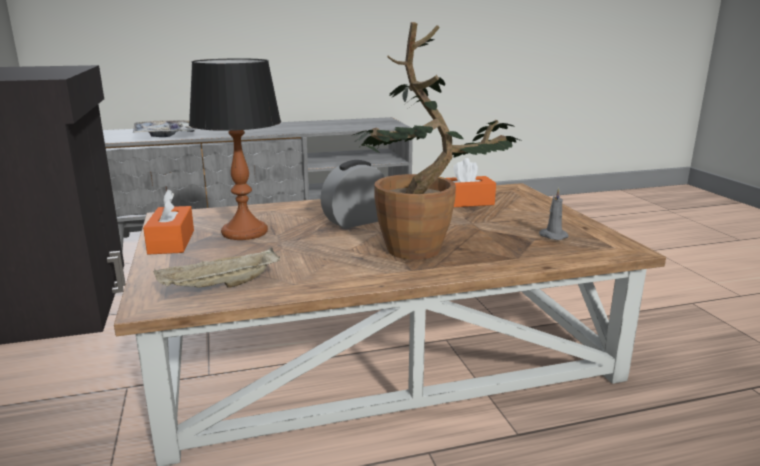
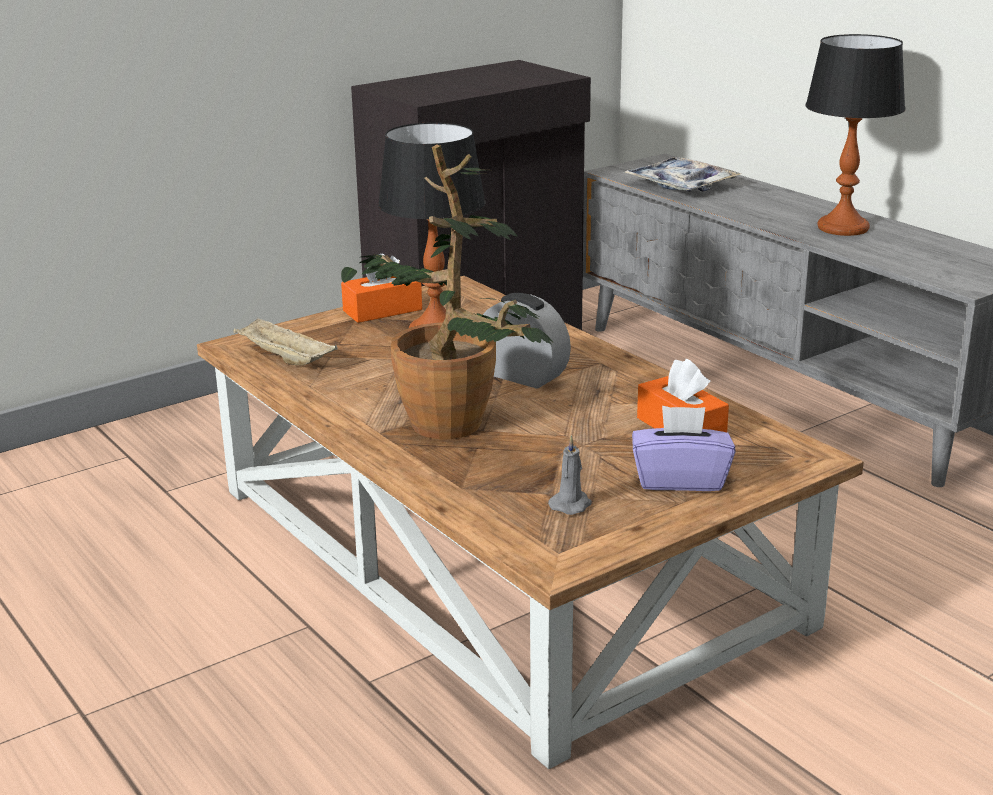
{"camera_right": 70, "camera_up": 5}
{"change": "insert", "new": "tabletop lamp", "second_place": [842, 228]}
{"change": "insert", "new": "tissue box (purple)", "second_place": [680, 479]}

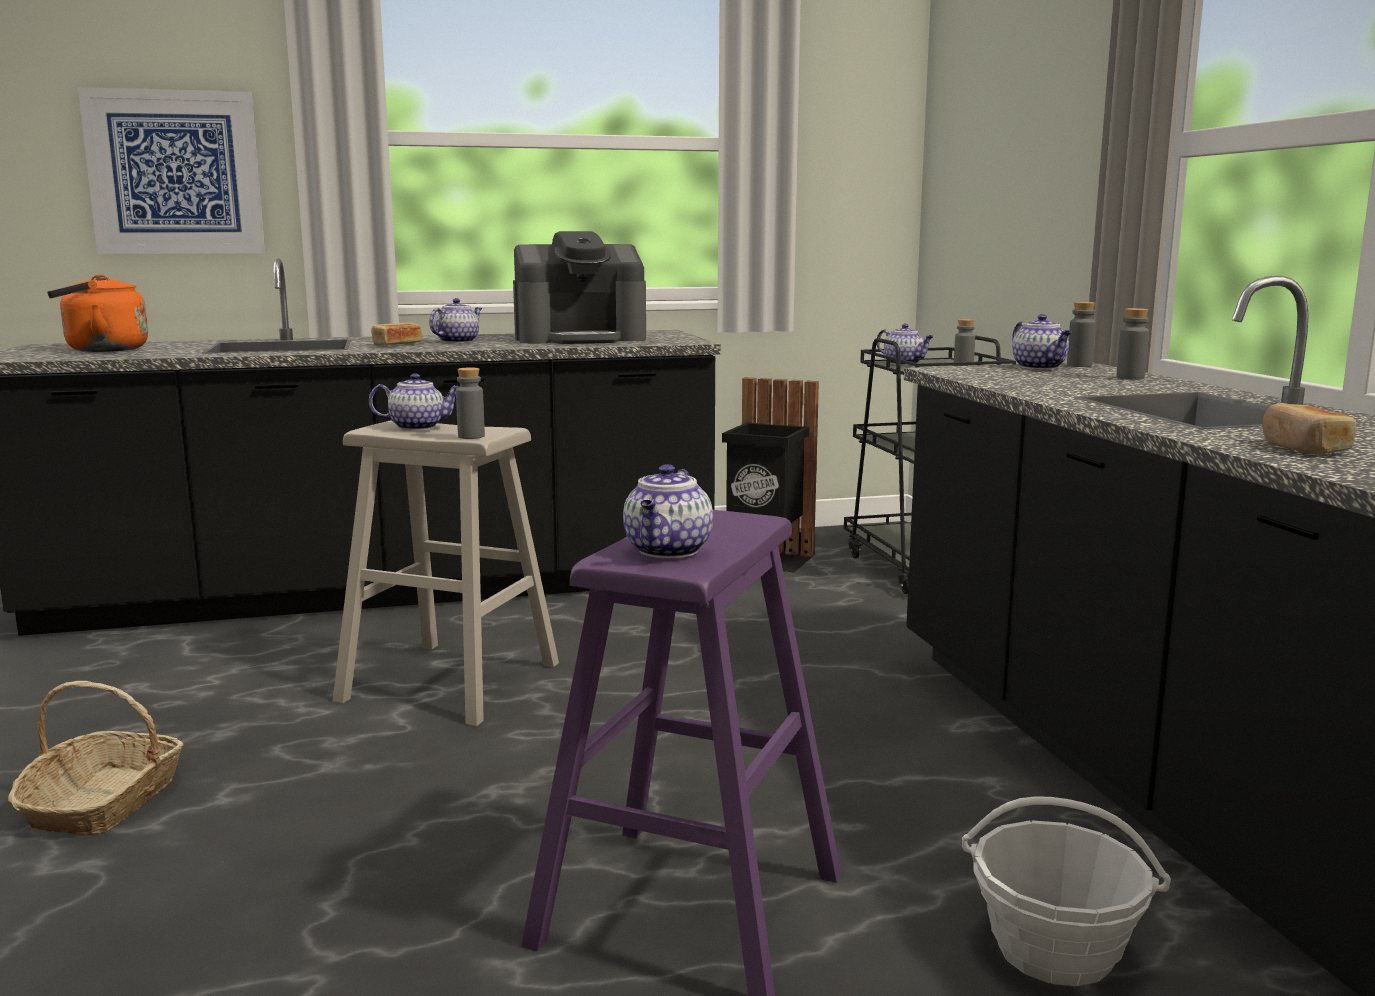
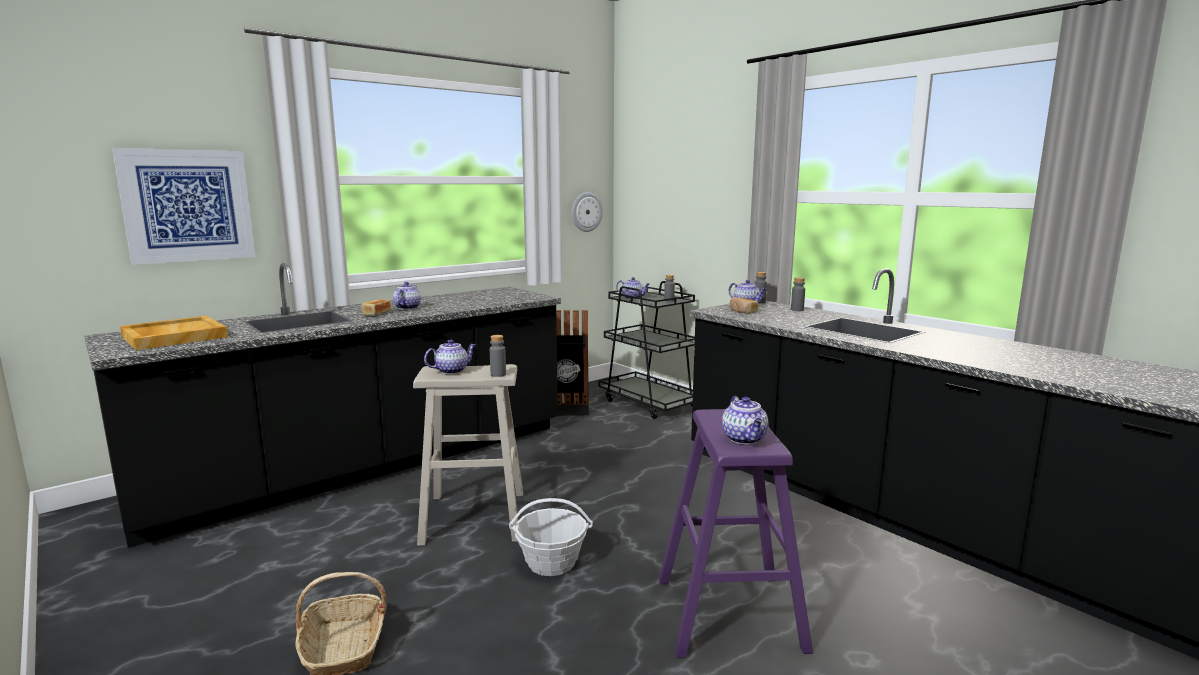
{"camera_right": -25, "camera_up": 0}
{"change": "delete", "old": "coffee maker", "first_place": [580, 338]}
{"change": "replace", "old": "tea kettle (orangey)", "new": "tray (sand-coloured)", "first_place": [101, 350], "second_place": [173, 336]}
{"change": "move", "old": "bakery bread", "first_place": [1302, 448], "second_place": [743, 311]}
{"change": "move", "old": "storage basket", "first_place": [1054, 950], "second_place": [551, 562]}
{"change": "insert", "new": "hanging clock", "second_place": [586, 212]}

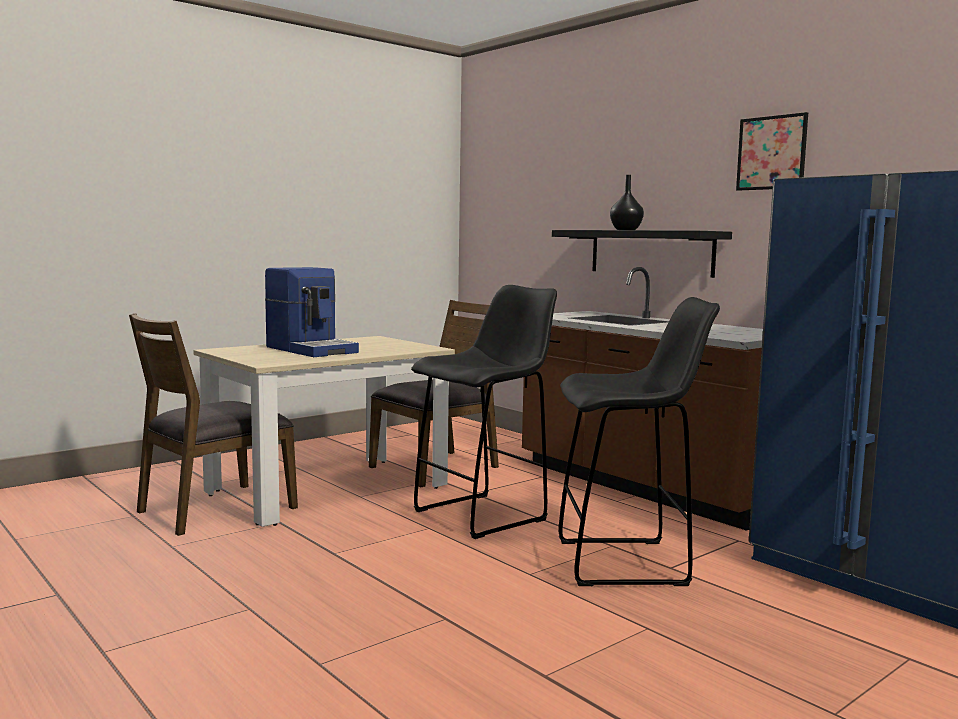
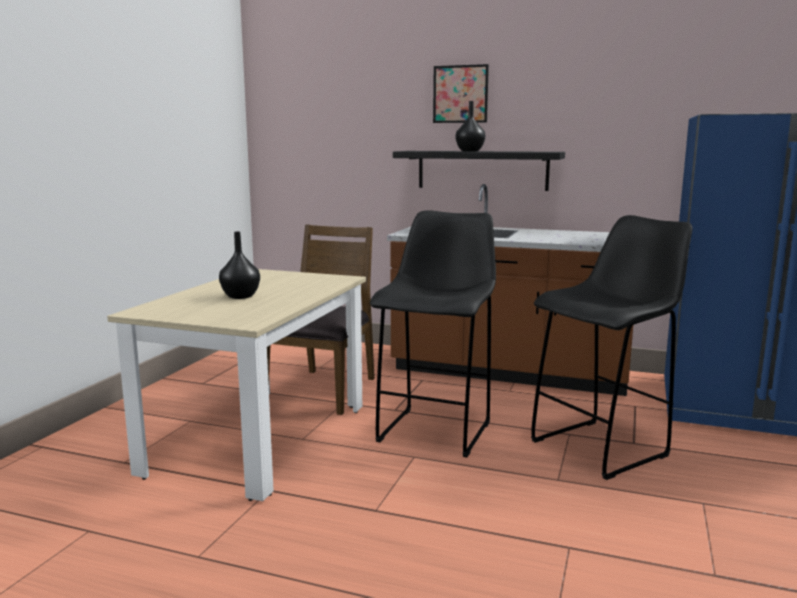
{"camera_right": -30, "camera_up": 5}
{"change": "move", "old": "picture", "first_place": [771, 153], "second_place": [460, 94]}
{"change": "replace", "old": "coffee maker", "new": "vase (black-coloured)", "first_place": [312, 349], "second_place": [240, 296]}
{"change": "delete", "old": "chair (brownish)", "first_place": [215, 509]}

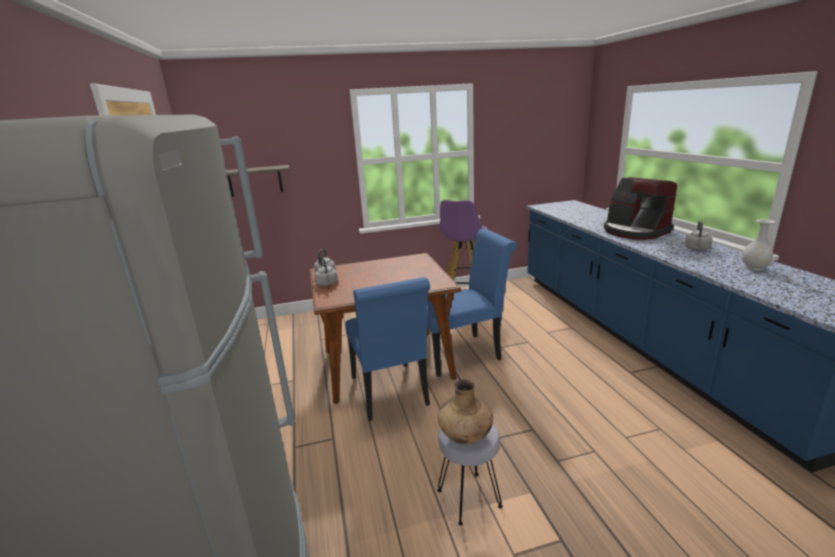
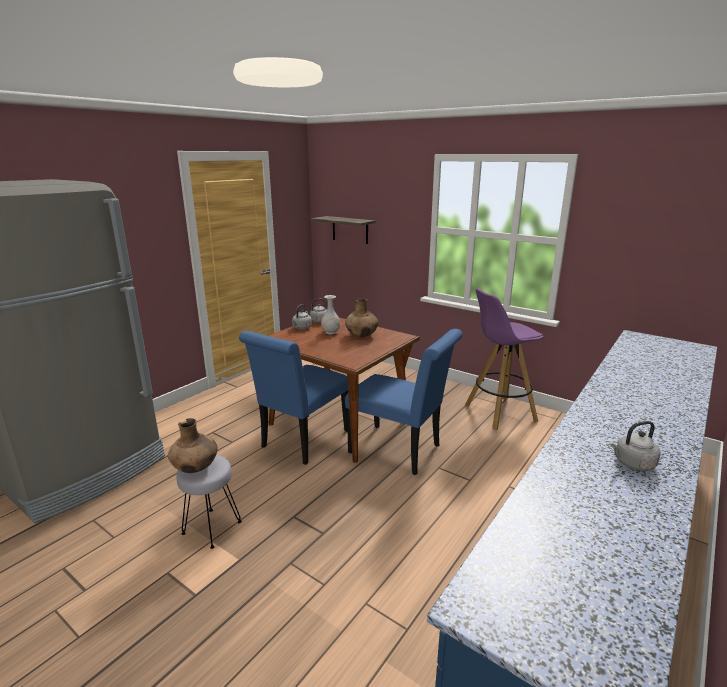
{"camera_right": 50, "camera_up": 0}
{"change": "delete", "old": "coffee maker", "first_place": [635, 231]}
{"change": "move", "old": "vase (white-coloured)", "first_place": [754, 268], "second_place": [331, 332]}
{"change": "insert", "new": "vase (brownish)", "second_place": [362, 335]}

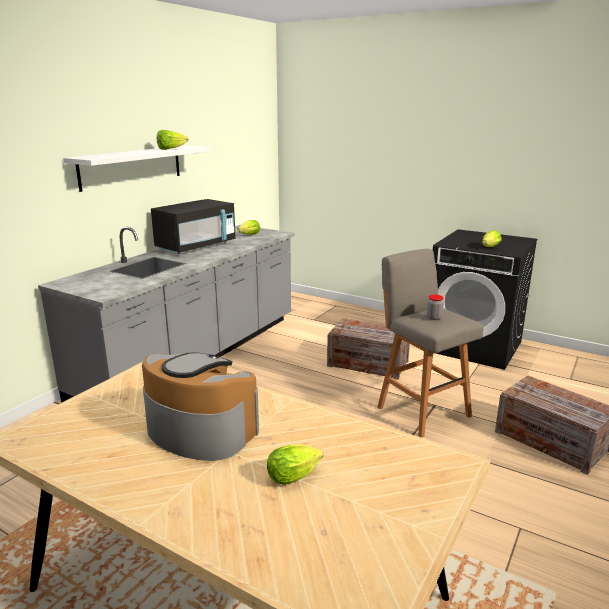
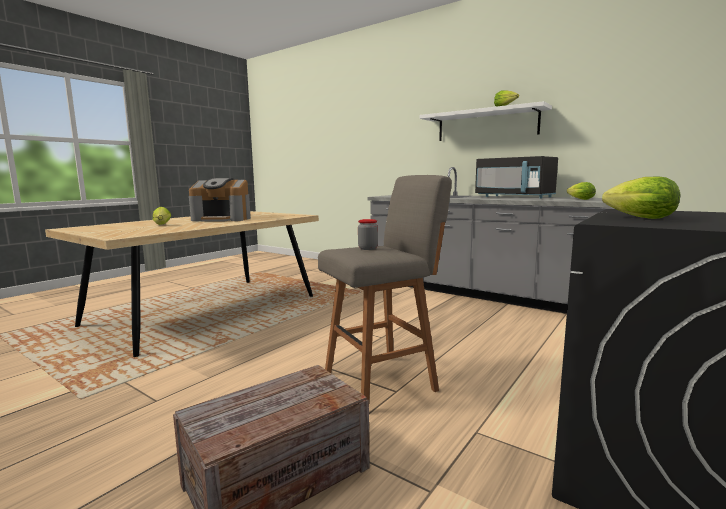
{"camera_right": 95, "camera_up": -10}
{"change": "delete", "old": "packing crate", "first_place": [368, 363]}
{"change": "rotate", "old": "coffee maker", "first_place": [200, 431], "second_place": [222, 219], "degrees": 60}

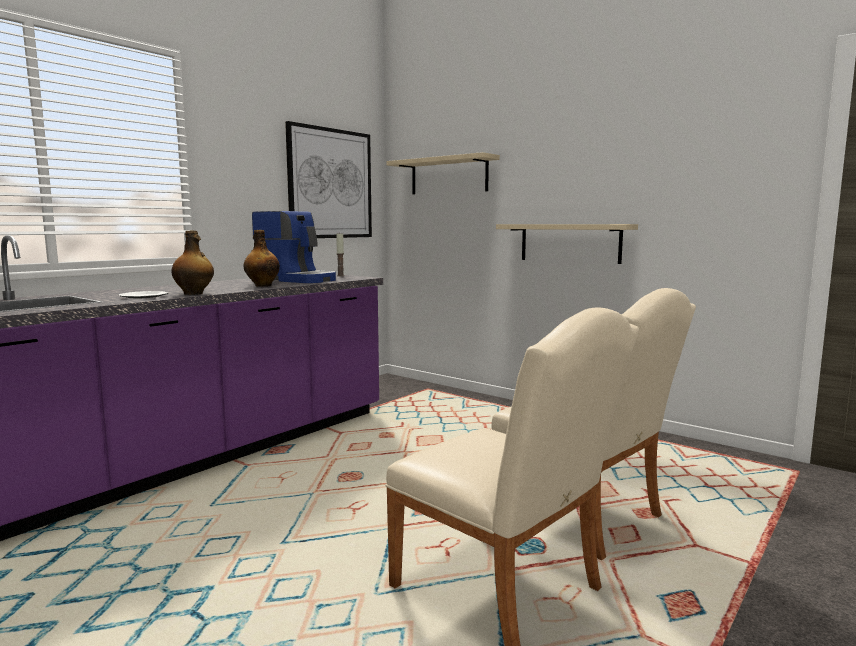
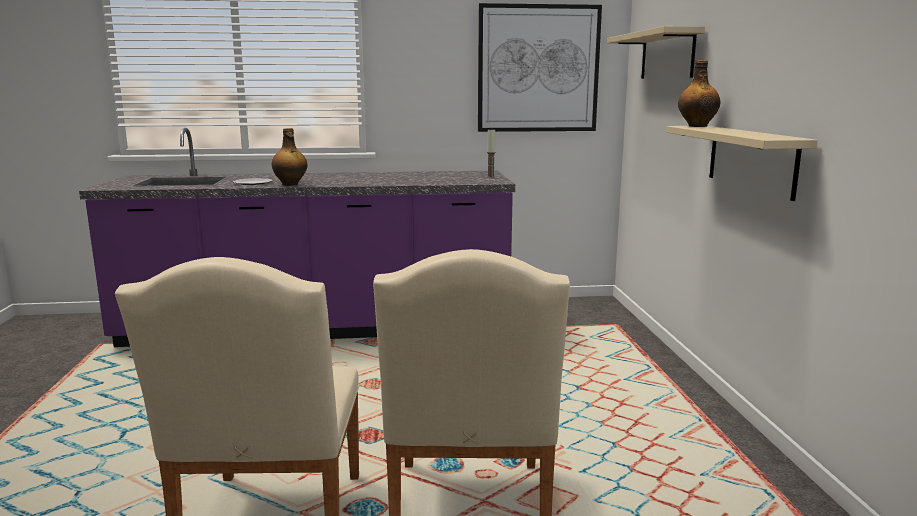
{"camera_right": 45, "camera_up": 5}
{"change": "delete", "old": "coffee maker", "first_place": [297, 279]}
{"change": "move", "old": "beverage bottle", "first_place": [262, 285], "second_place": [697, 126]}

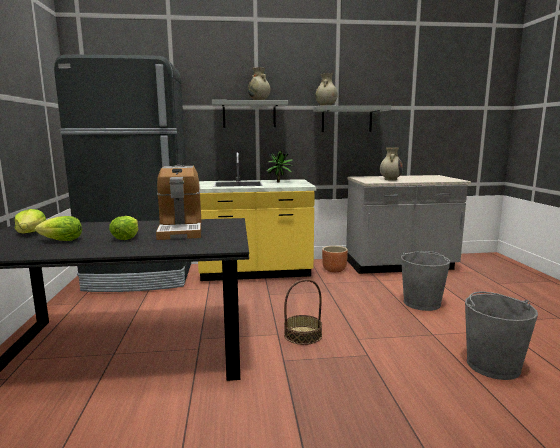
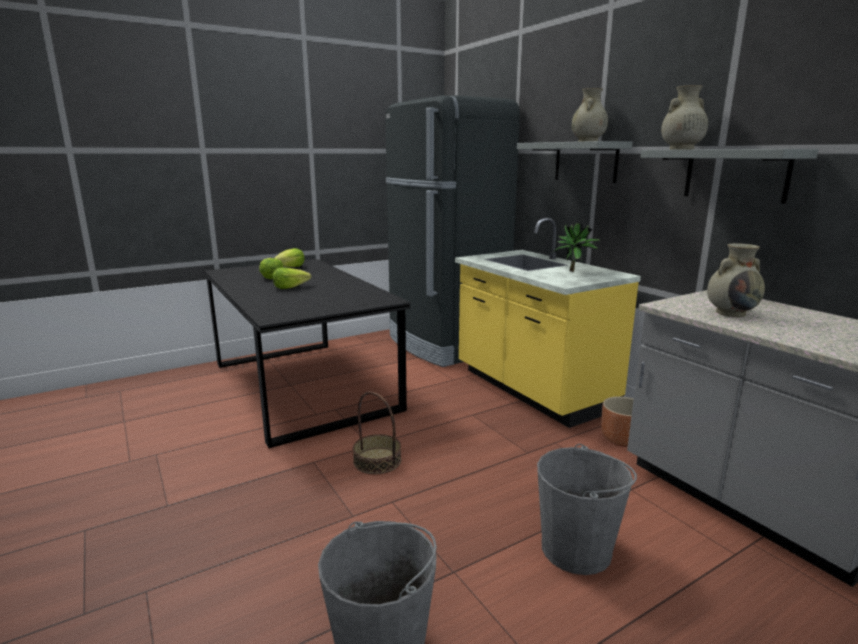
{"camera_right": 65, "camera_up": 5}
{"change": "delete", "old": "coffee maker", "first_place": [181, 230]}

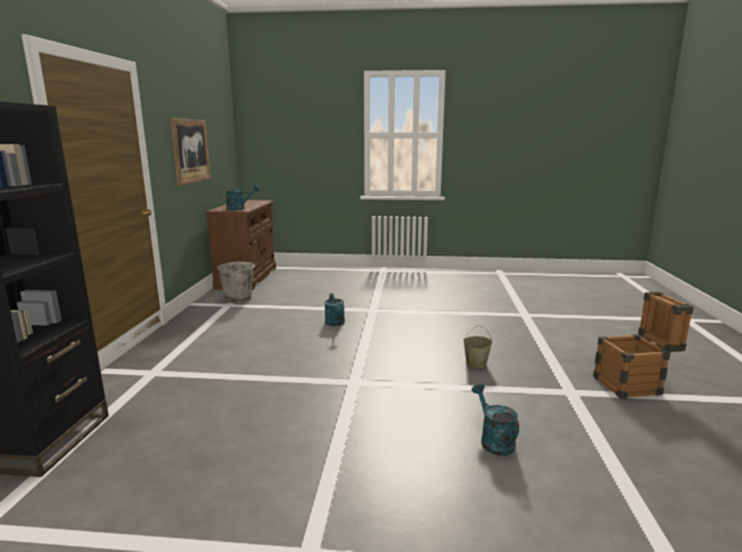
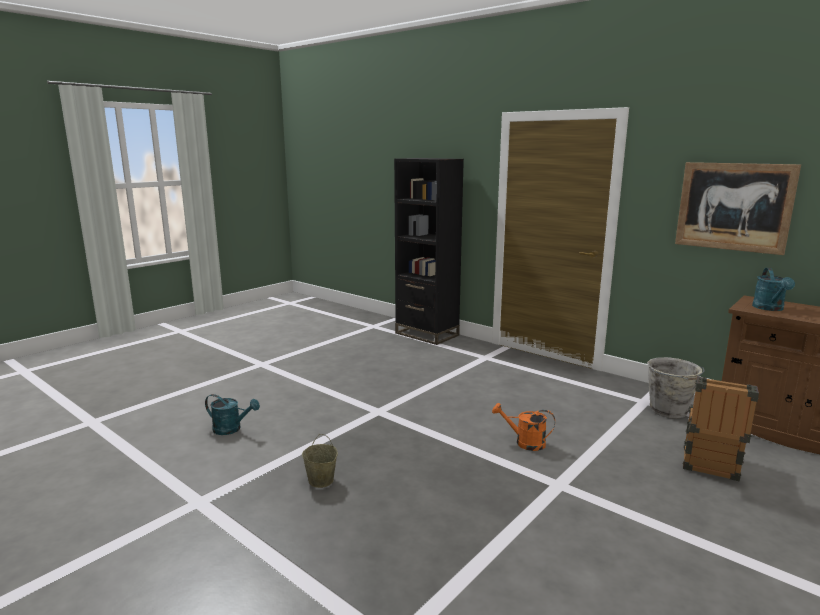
{"camera_right": 125, "camera_up": 0}
{"change": "move", "old": "packing crate", "first_place": [634, 385], "second_place": [709, 467]}
{"change": "recolor", "old": "watering can (turquoise)", "new": "watering can (orangey)", "first_place": [335, 323], "second_place": [524, 442]}

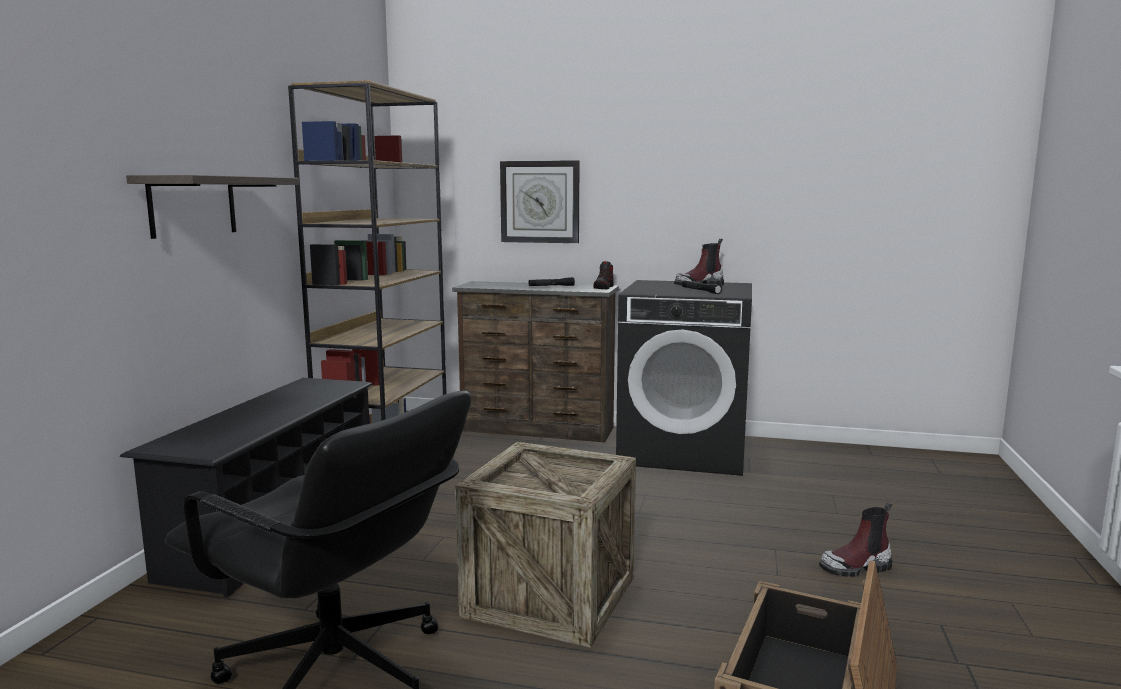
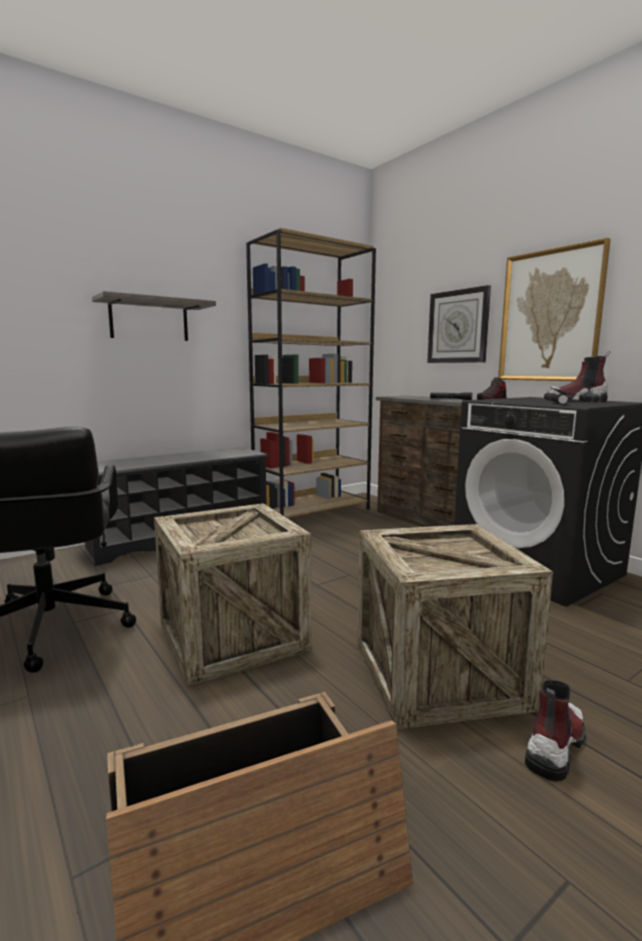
{"camera_right": 40, "camera_up": 0}
{"change": "rotate", "old": "boot", "first_place": [856, 567], "second_place": [554, 746], "degrees": 105}
{"change": "insert", "new": "picture", "second_place": [550, 316]}
{"change": "insert", "new": "packing crate", "second_place": [438, 674]}

